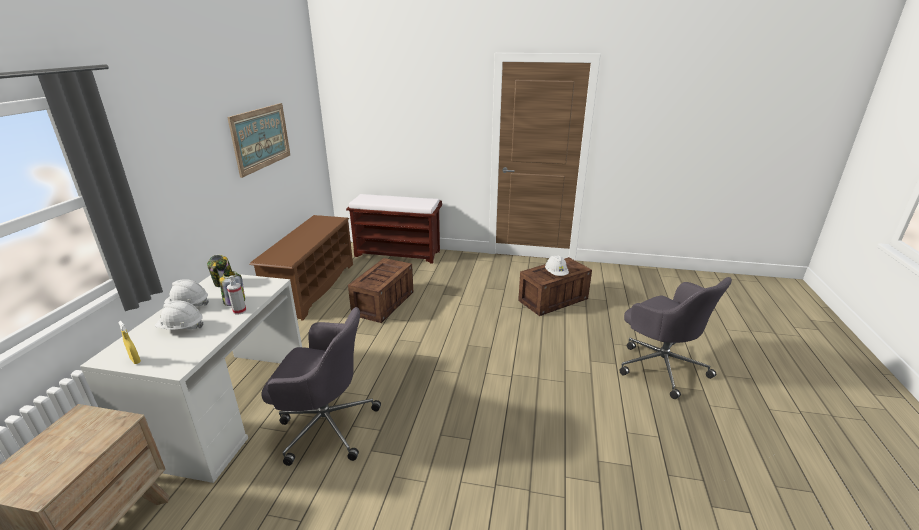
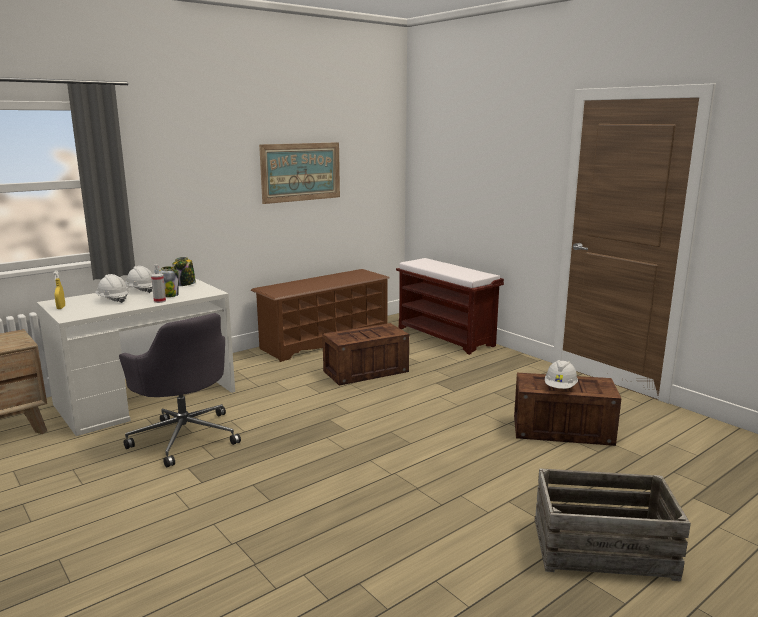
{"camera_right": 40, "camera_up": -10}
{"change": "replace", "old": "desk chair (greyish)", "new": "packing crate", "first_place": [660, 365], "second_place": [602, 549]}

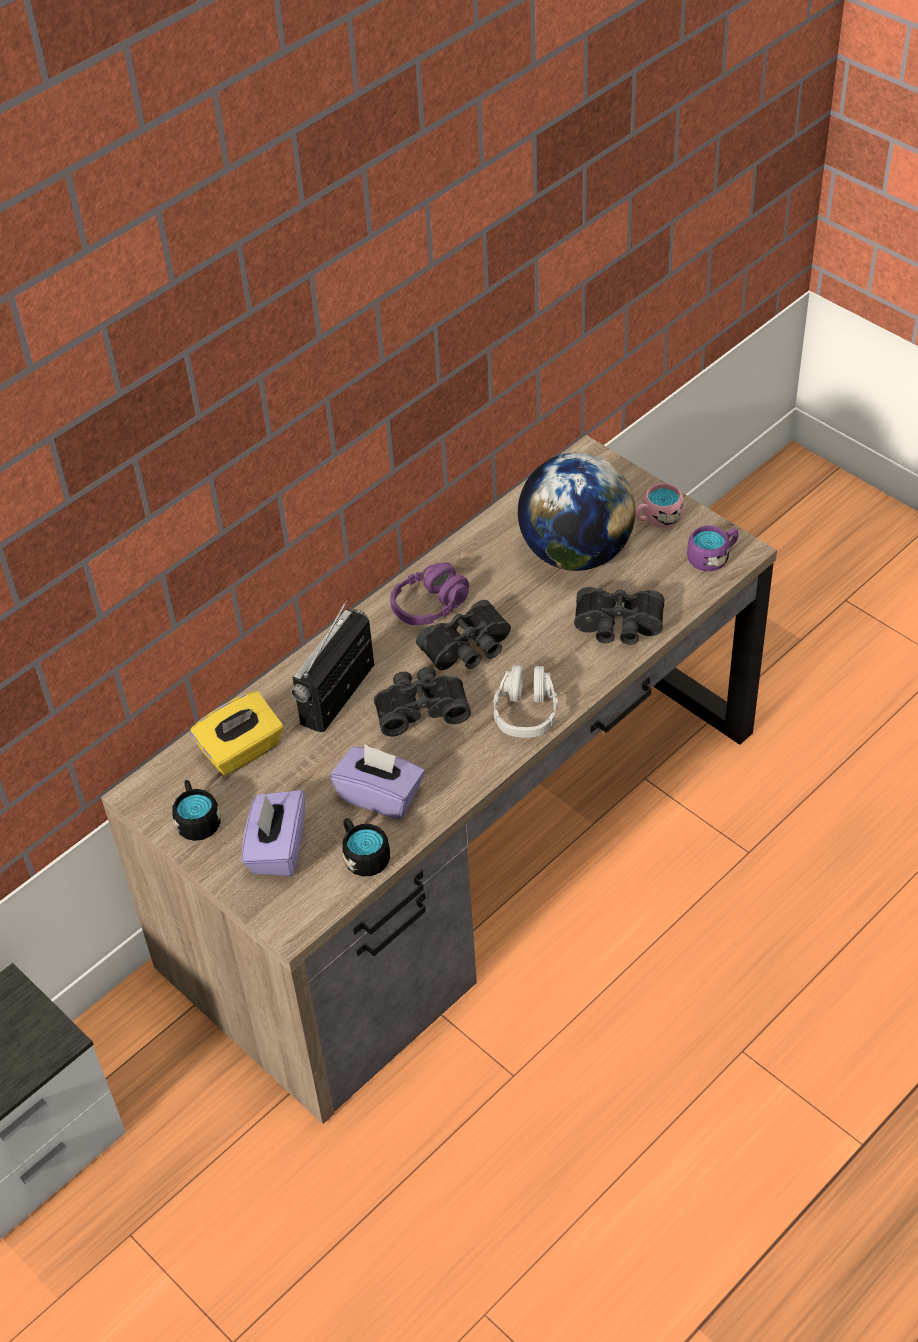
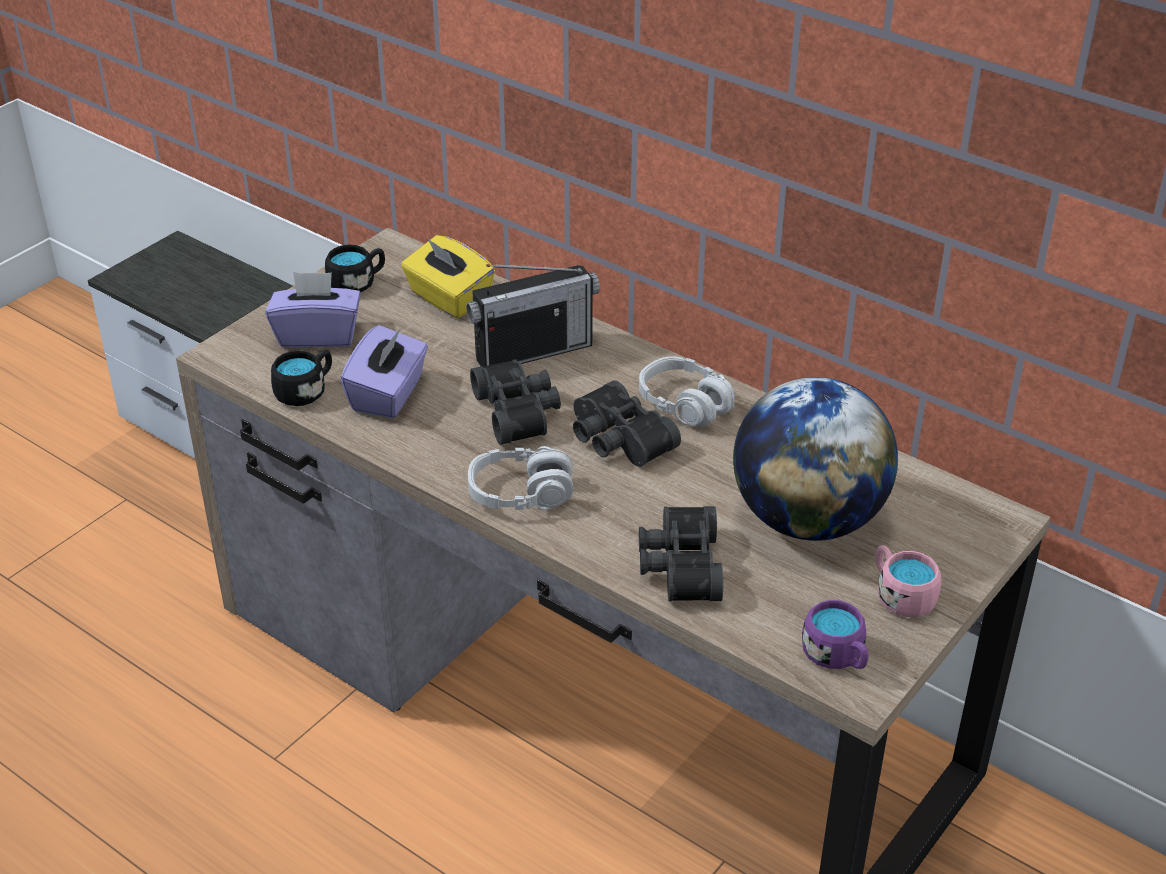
{"camera_right": 80, "camera_up": -10}
{"change": "recolor", "old": "headset (purple)", "new": "headset (greyish)", "first_place": [430, 605], "second_place": [685, 404]}
{"change": "rotate", "old": "radio", "first_place": [338, 694], "second_place": [533, 351], "degrees": 135}

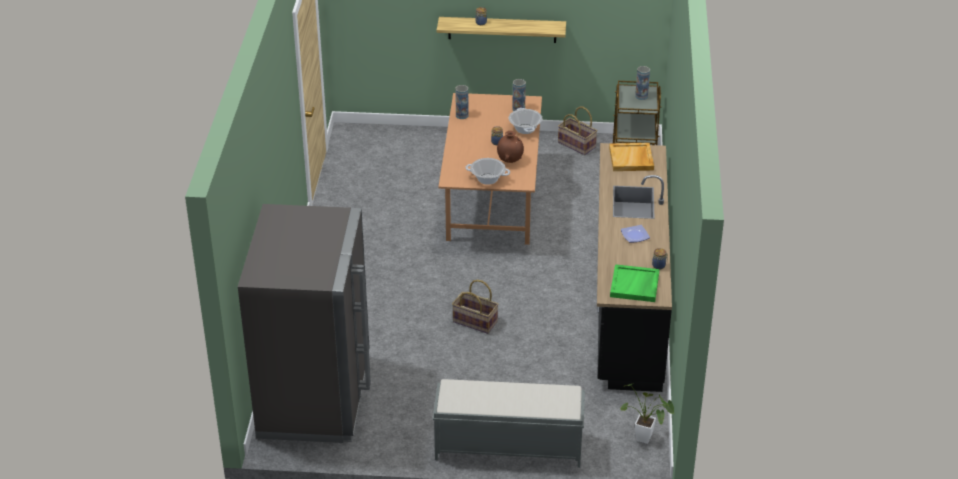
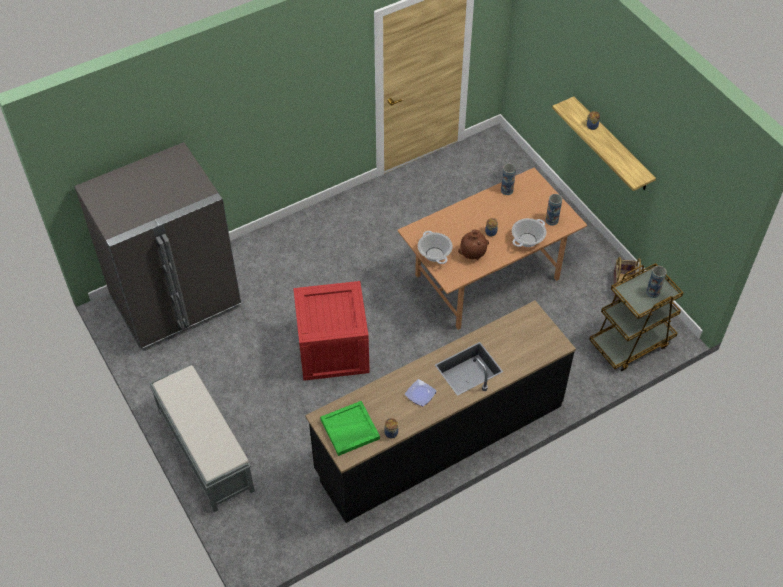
{"camera_right": 55, "camera_up": 15}
{"change": "delete", "old": "tray (sand-coloured)", "first_place": [631, 159]}
{"change": "replace", "old": "storage basket", "new": "packing crate", "first_place": [474, 322], "second_place": [331, 349]}
{"change": "delete", "old": "potted plant", "first_place": [647, 439]}

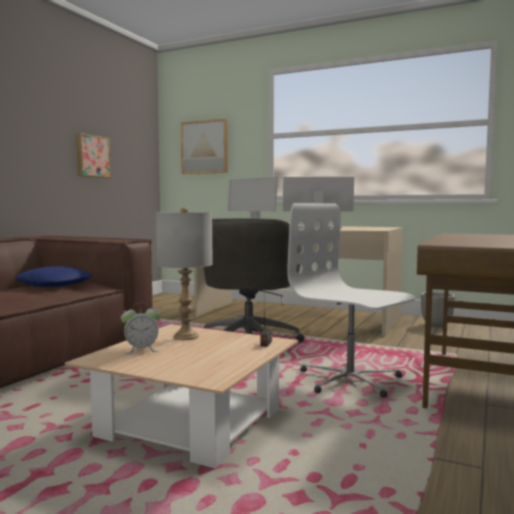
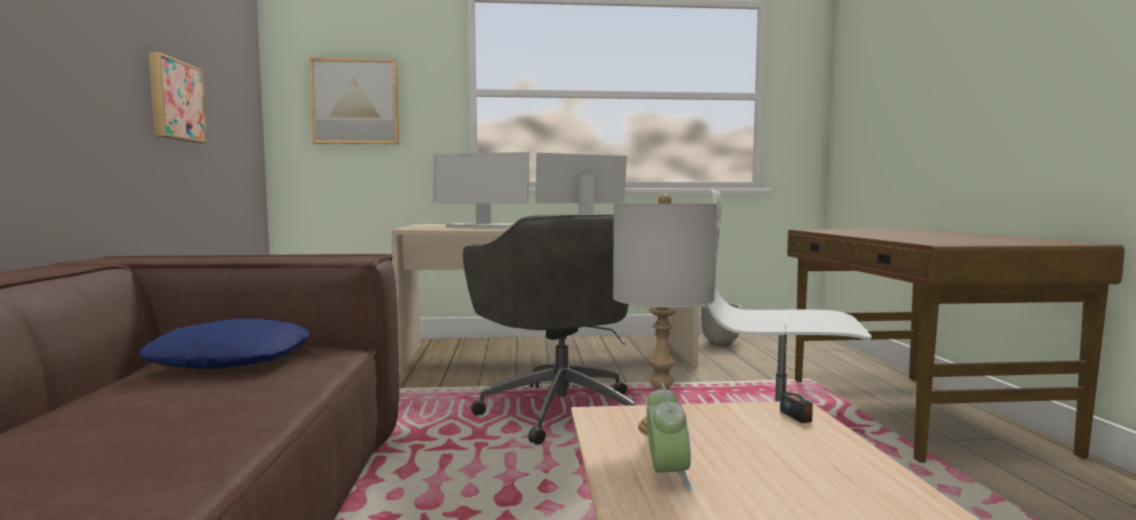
{"camera_right": -30, "camera_up": 0}
{"change": "rotate", "old": "alarm clock", "first_place": [141, 350], "second_place": [667, 476], "degrees": -45}

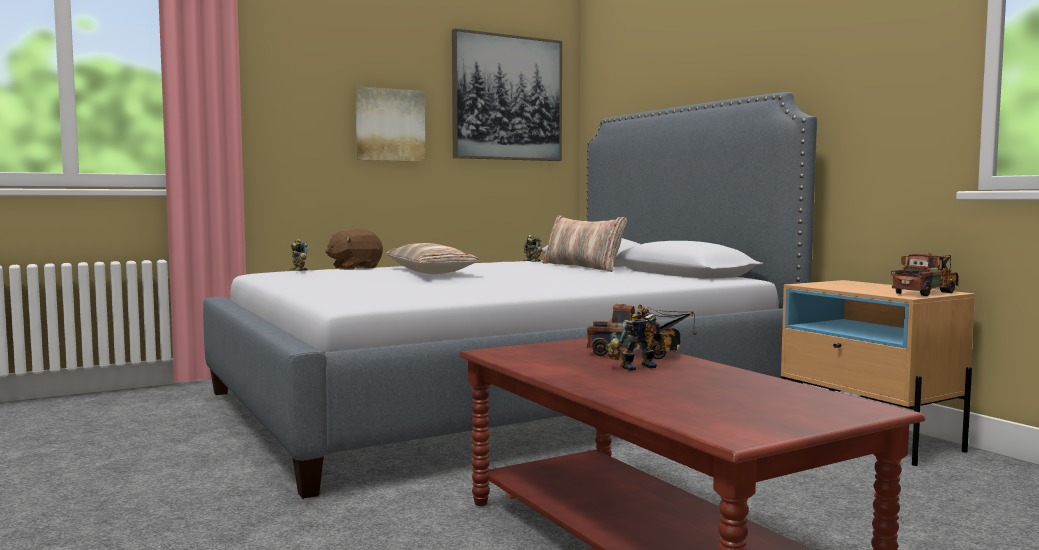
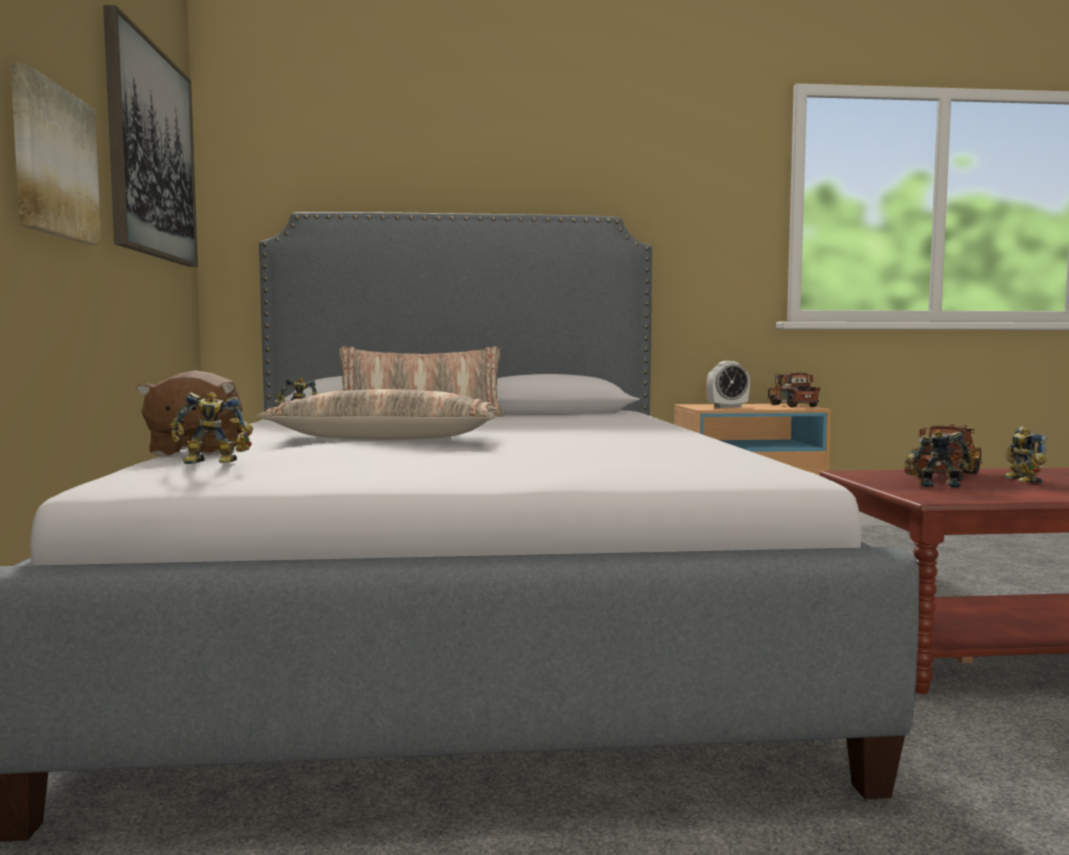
{"camera_right": -65, "camera_up": 0}
{"change": "insert", "new": "alarm clock", "second_place": [727, 407]}
{"change": "insert", "new": "toy robot", "second_place": [937, 485]}

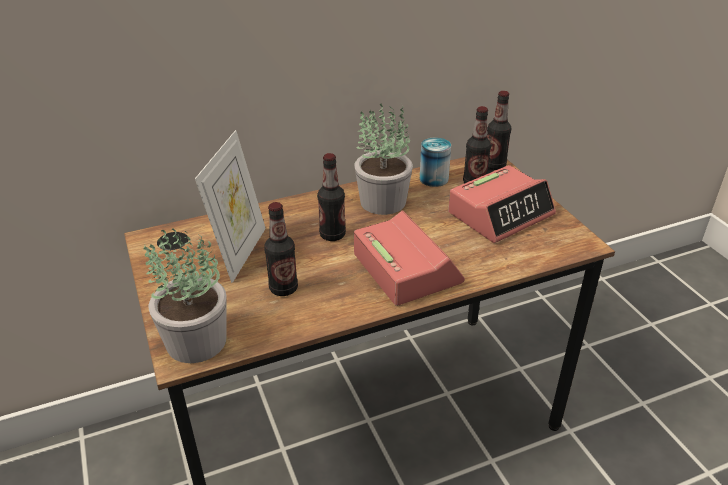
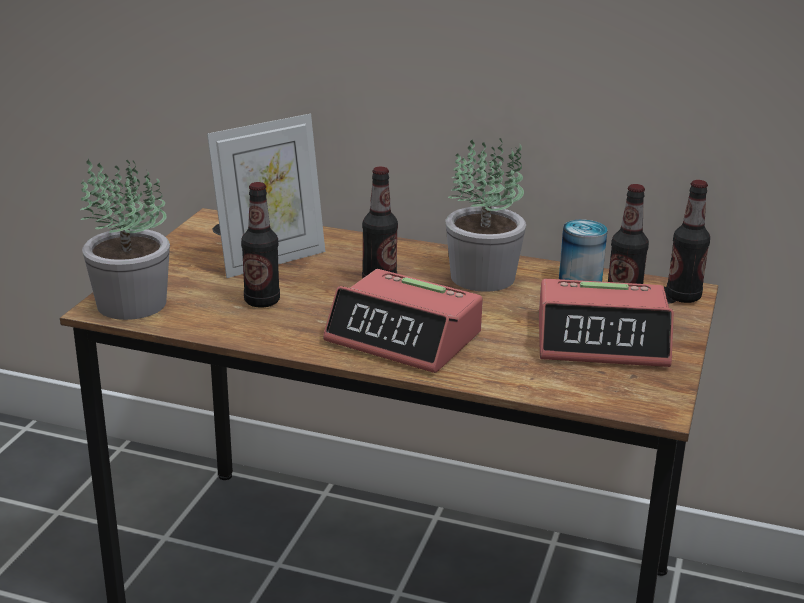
{"camera_right": 40, "camera_up": -10}
{"change": "rotate", "old": "alarm clock", "first_place": [406, 268], "second_place": [404, 338], "degrees": 105}

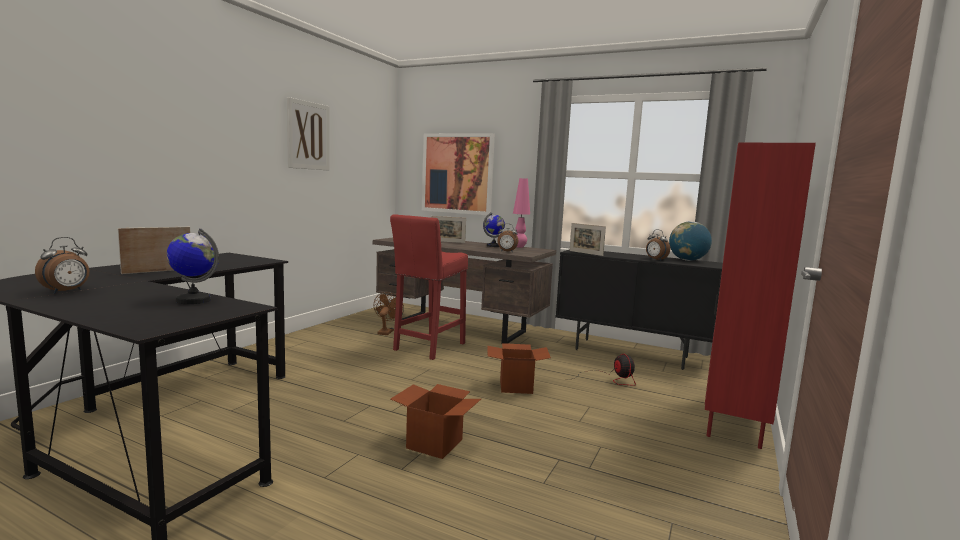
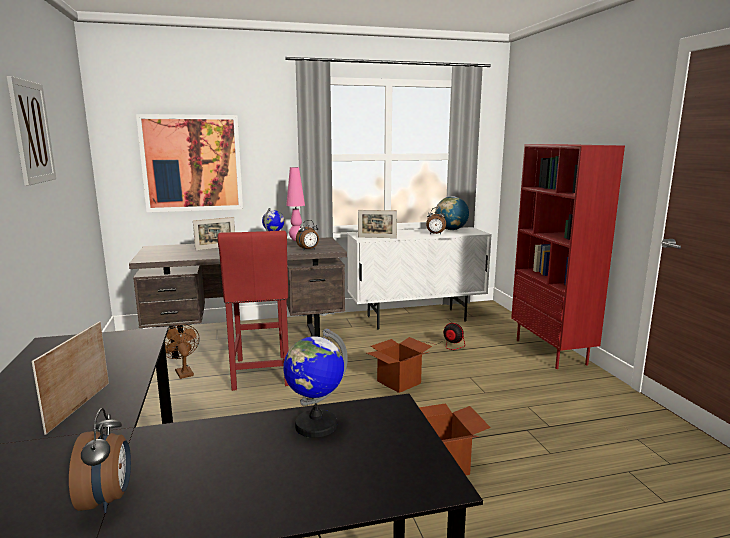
{"camera_right": -40, "camera_up": 5}
{"change": "recolor", "old": "cupboard (black-coloured)", "new": "cupboard (white-coloured)", "first_place": [631, 353], "second_place": [416, 319]}

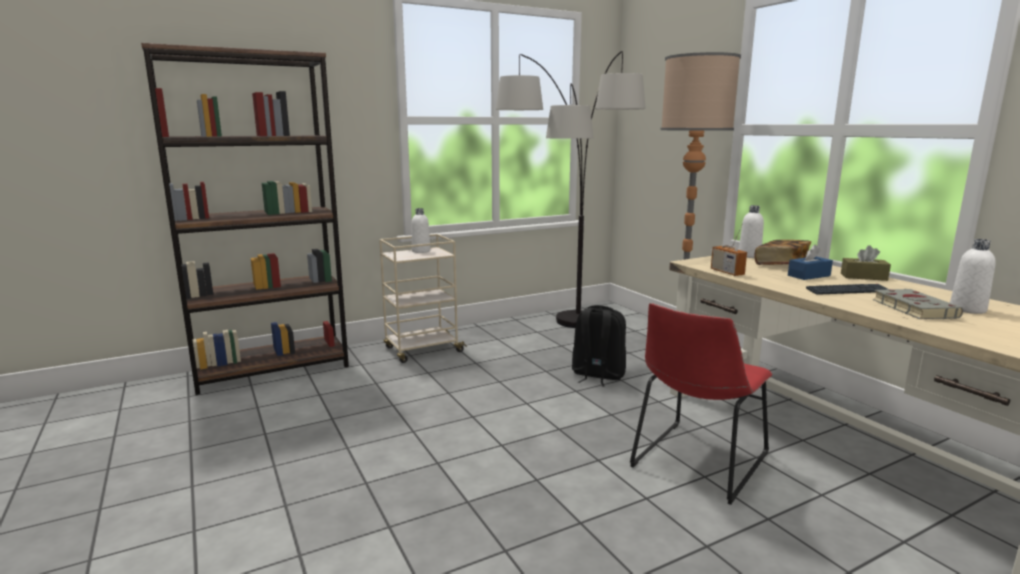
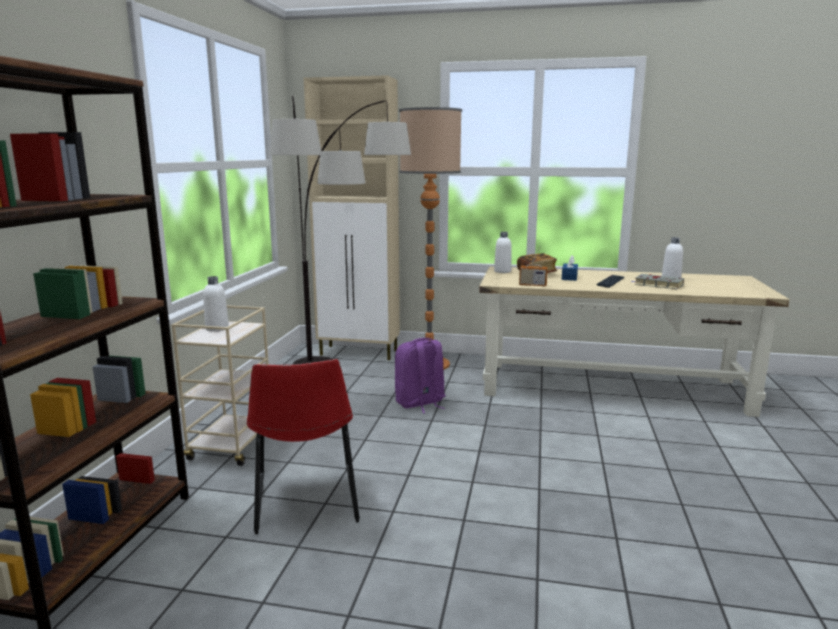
{"camera_right": -50, "camera_up": 0}
{"change": "delete", "old": "tissue box (brownish)", "first_place": [863, 277]}
{"change": "move", "old": "chair (red)", "first_place": [697, 463], "second_place": [306, 501]}
{"change": "recolor", "old": "knapsack (black-coloured)", "new": "knapsack (purple)", "first_place": [597, 375], "second_place": [420, 403]}
{"change": "insert", "new": "cupboard (sand-coloured)", "second_place": [360, 353]}

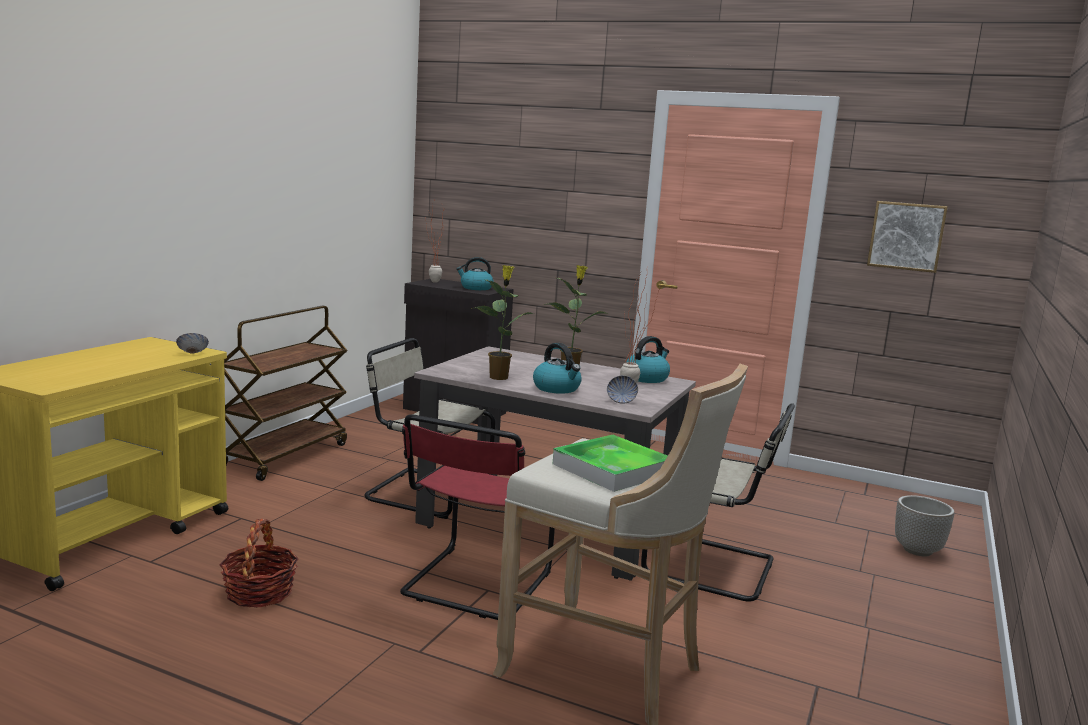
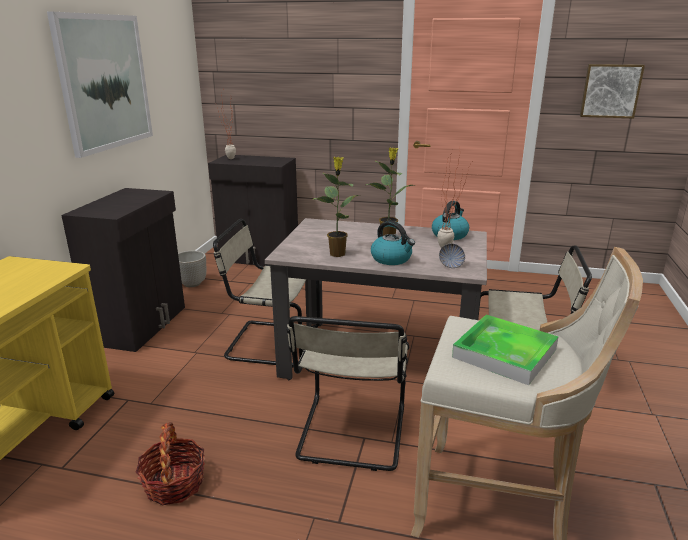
{"camera_right": -10, "camera_up": 10}
{"change": "delete", "old": "tea kettle", "first_place": [475, 288]}
{"change": "replace", "old": "cart (brownish)", "new": "cupboard (black-coloured)", "first_place": [285, 456], "second_place": [142, 325]}
{"change": "delete", "old": "serving bowl", "first_place": [192, 353]}
{"change": "recolor", "old": "chair (red)", "new": "chair (sand-coloured)", "first_place": [474, 585], "second_place": [351, 435]}
{"change": "move", "old": "planter", "first_place": [918, 550], "second_place": [192, 284]}
{"change": "insert", "new": "picture", "second_place": [104, 82]}

